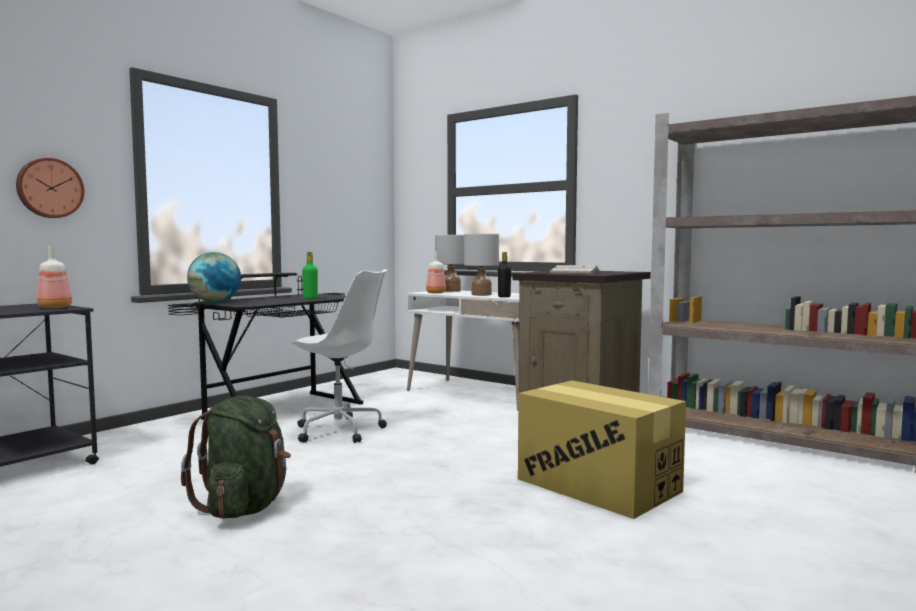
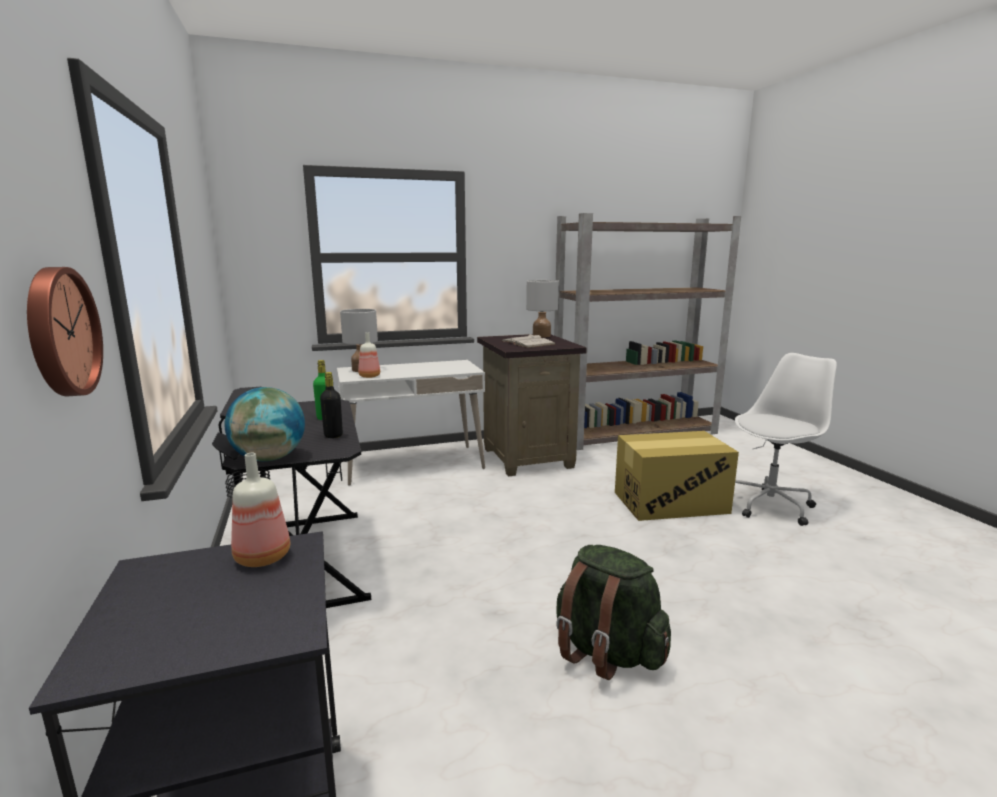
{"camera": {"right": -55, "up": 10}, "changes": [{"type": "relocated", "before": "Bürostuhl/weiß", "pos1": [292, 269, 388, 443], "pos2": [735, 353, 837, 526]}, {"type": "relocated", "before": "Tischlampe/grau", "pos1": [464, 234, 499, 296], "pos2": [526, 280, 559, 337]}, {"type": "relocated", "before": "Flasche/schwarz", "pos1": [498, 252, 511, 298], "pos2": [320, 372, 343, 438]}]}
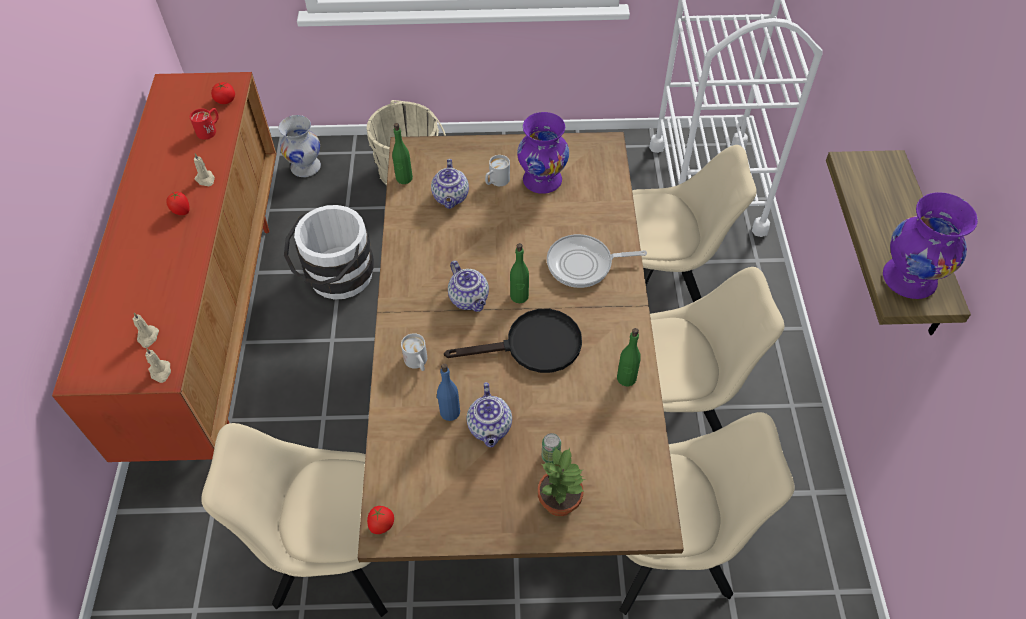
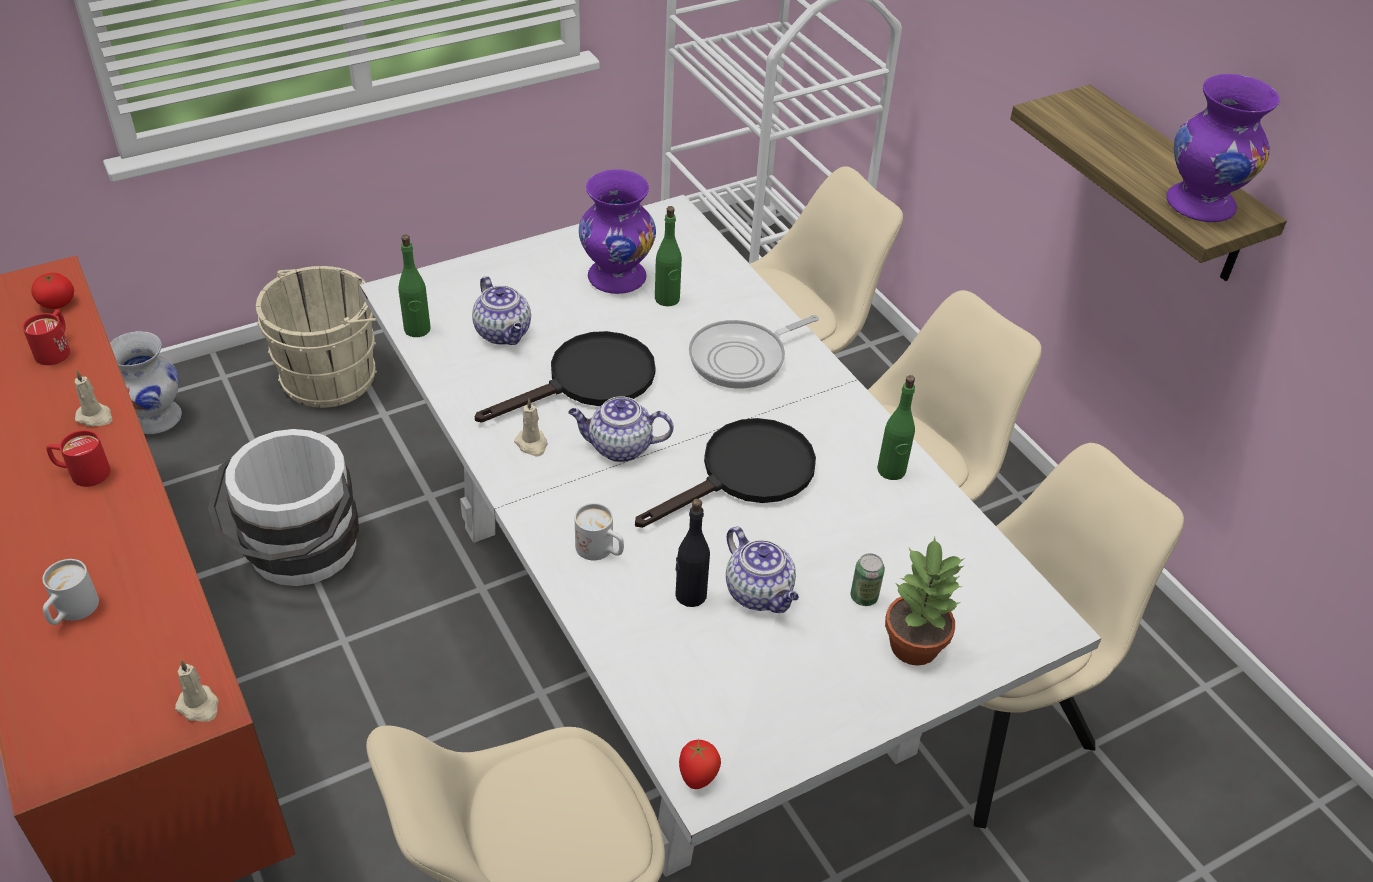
{"camera": {"right": -30, "up": -10}, "changes": [{"type": "relocated", "before": "Kerze/beige", "pos1": [133, 313, 159, 348], "pos2": [514, 399, 548, 457]}, {"type": "exchanged", "before": "Tomate", "after": "Henkelbecher/rot", "pos1": [167, 192, 189, 215], "pos2": [46, 430, 111, 487]}, {"type": "colour", "before": "Esstisch/braun", "after": "Esstisch/weiß", "pos1": [358, 132, 684, 562], "pos2": [360, 195, 1101, 877]}, {"type": "colour", "before": "Flasche/blau", "after": "Flasche/schwarz", "pos1": [437, 364, 460, 421], "pos2": [675, 499, 710, 607]}, {"type": "spun", "before": "Teekanne", "pos1": [448, 261, 489, 312], "pos2": [568, 396, 674, 462], "turn": 150}, {"type": "relocated", "before": "Henkelbecher/weiß", "pos1": [485, 155, 510, 186], "pos2": [43, 559, 99, 625]}, {"type": "relocated", "before": "Flasche/grün", "pos1": [510, 243, 529, 303], "pos2": [655, 206, 682, 306]}, {"type": "appeared", "after": "Pfanne/schwarz", "pos2": [475, 331, 655, 422]}]}
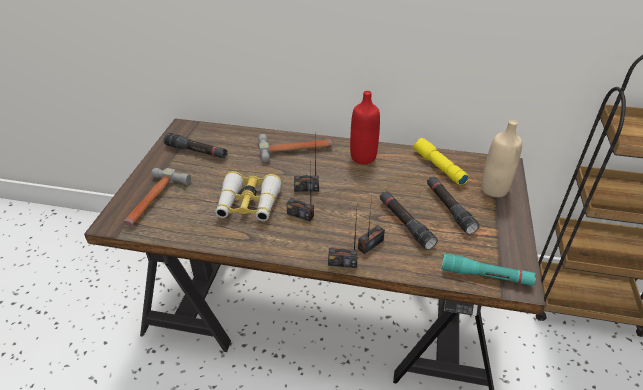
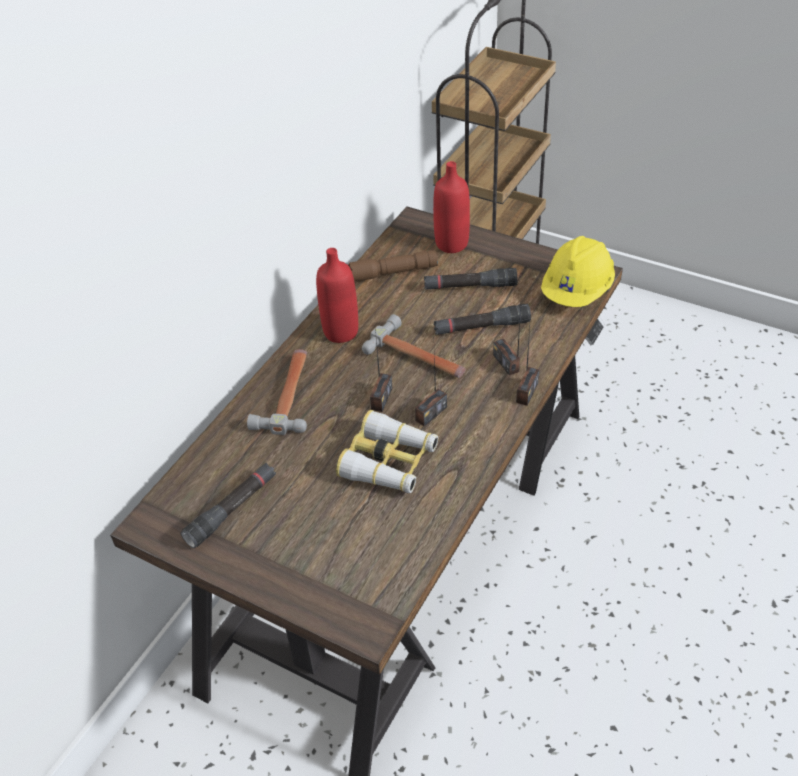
{"camera": {"right": -70, "up": 5}, "changes": [{"type": "relocated", "before": "Hammer", "pos1": [123, 168, 191, 226], "pos2": [362, 314, 466, 378]}, {"type": "colour", "before": "Taschenlampe/gelb", "after": "Taschenlampe/braun", "pos1": [413, 138, 468, 185], "pos2": [348, 250, 438, 281]}, {"type": "exchanged", "before": "Taschenlampe/türkis", "after": "Schutzhelm/gelb", "pos1": [441, 253, 536, 286], "pos2": [541, 236, 615, 307]}, {"type": "colour", "before": "Flasche/beige", "after": "Flasche/rot", "pos1": [481, 120, 522, 197], "pos2": [433, 161, 470, 253]}]}
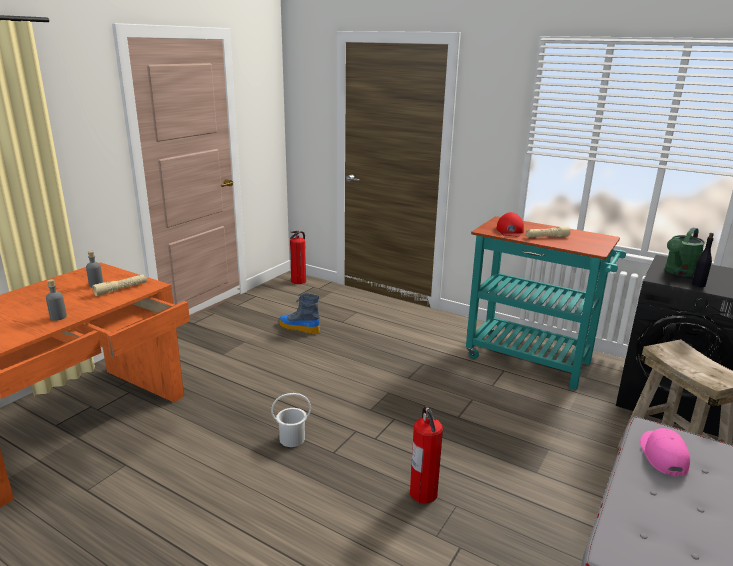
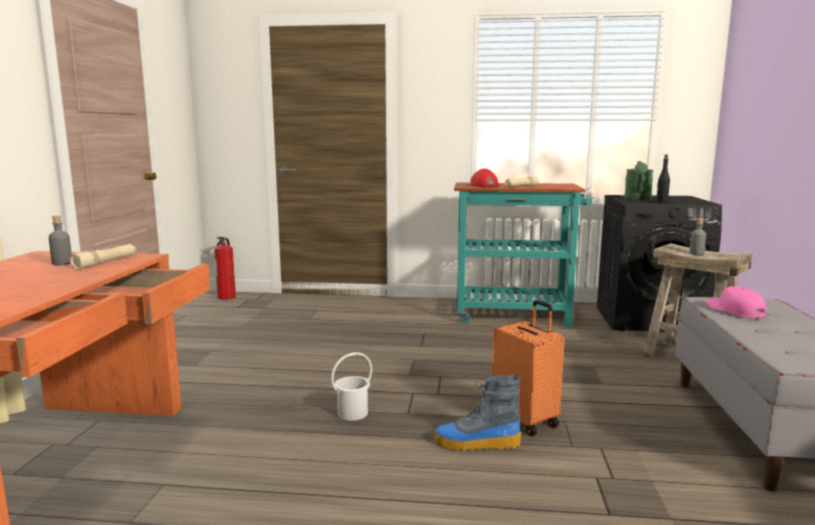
{"camera": {"right": -25, "up": -10}, "changes": [{"type": "relocated", "before": "Flasche/grau", "pos1": [46, 279, 67, 321], "pos2": [689, 218, 706, 255]}, {"type": "relocated", "before": "Stiefel", "pos1": [279, 293, 320, 334], "pos2": [434, 375, 521, 451]}, {"type": "exchanged", "before": "Feuerlöscher", "after": "Koffer/orange", "pos1": [410, 405, 443, 504], "pos2": [492, 300, 565, 436]}]}
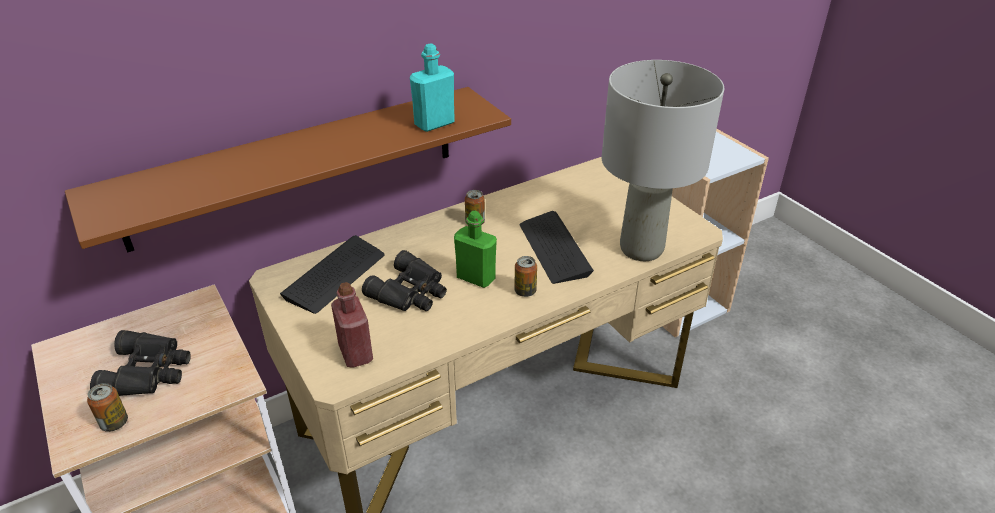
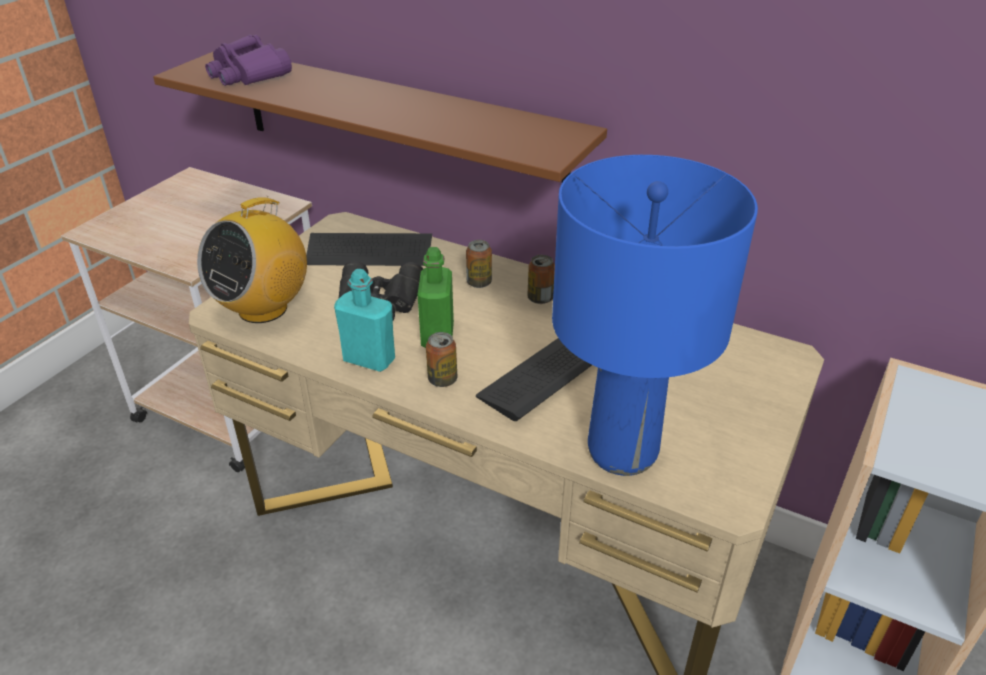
{"camera": {"right": 60, "up": 0}, "changes": [{"type": "relocated", "before": "Dose", "pos1": [87, 383, 128, 432], "pos2": [466, 240, 492, 288]}, {"type": "missing", "before": "Fernglas/schwarz", "pos1": [90, 330, 191, 396]}, {"type": "exchanged", "before": "Flasche/rot", "after": "Radio", "pos1": [331, 282, 373, 368], "pos2": [197, 196, 307, 323]}, {"type": "relocated", "before": "Flasche/türkis", "pos1": [410, 44, 455, 132], "pos2": [334, 269, 395, 372]}, {"type": "colour", "before": "Tischlampe/grau", "after": "Tischlampe/blau", "pos1": [601, 60, 724, 261], "pos2": [552, 155, 758, 476]}, {"type": "appeared", "after": "Fernglas/lila", "pos2": [205, 34, 292, 86]}]}
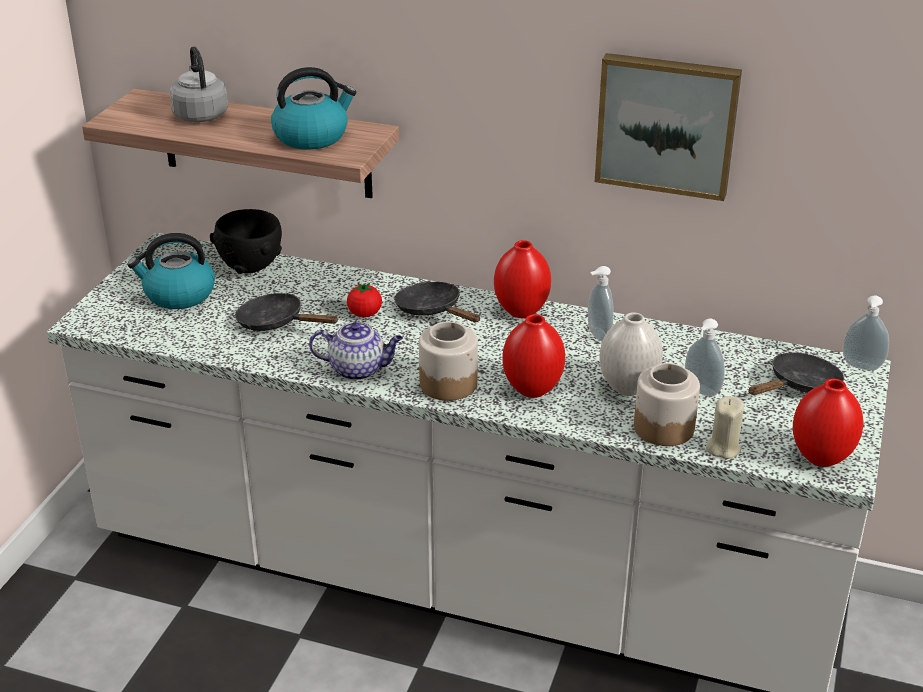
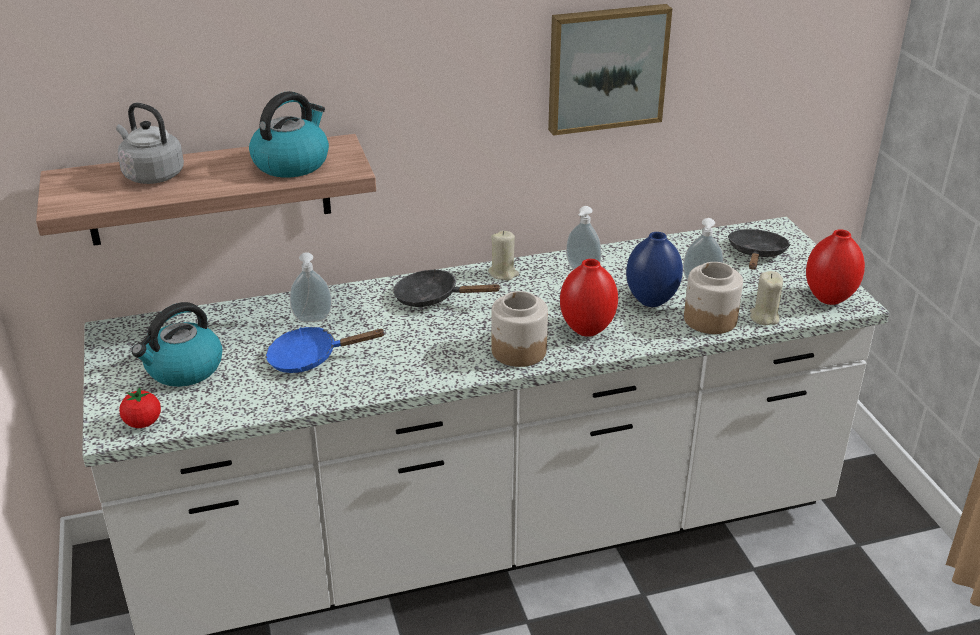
{"camera": {"right": -35, "up": 0}, "changes": [{"type": "missing", "before": "Schüssel/schwarz", "pos1": [210, 209, 282, 274]}, {"type": "colour", "before": "Pfanne/schwarz", "after": "Pfanne/blau", "pos1": [235, 293, 338, 331], "pos2": [266, 327, 386, 373]}, {"type": "missing", "before": "Teekanne", "pos1": [309, 322, 403, 380]}, {"type": "relocated", "before": "Tomate", "pos1": [347, 283, 382, 318], "pos2": [120, 387, 161, 428]}, {"type": "exchanged", "before": "Vase/rot", "after": "Kerze/beige", "pos1": [494, 240, 551, 318], "pos2": [488, 231, 519, 280]}, {"type": "colour", "before": "Vase/weiß", "after": "Vase/blau", "pos1": [599, 312, 663, 396], "pos2": [626, 232, 683, 307]}, {"type": "relocated", "before": "Seifenspender", "pos1": [842, 295, 889, 371], "pos2": [290, 252, 332, 322]}]}
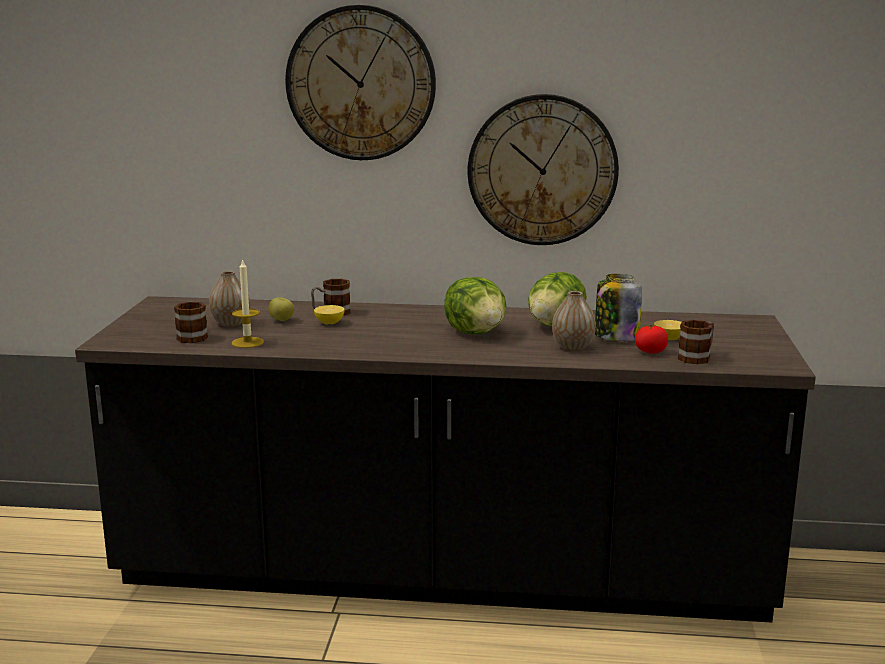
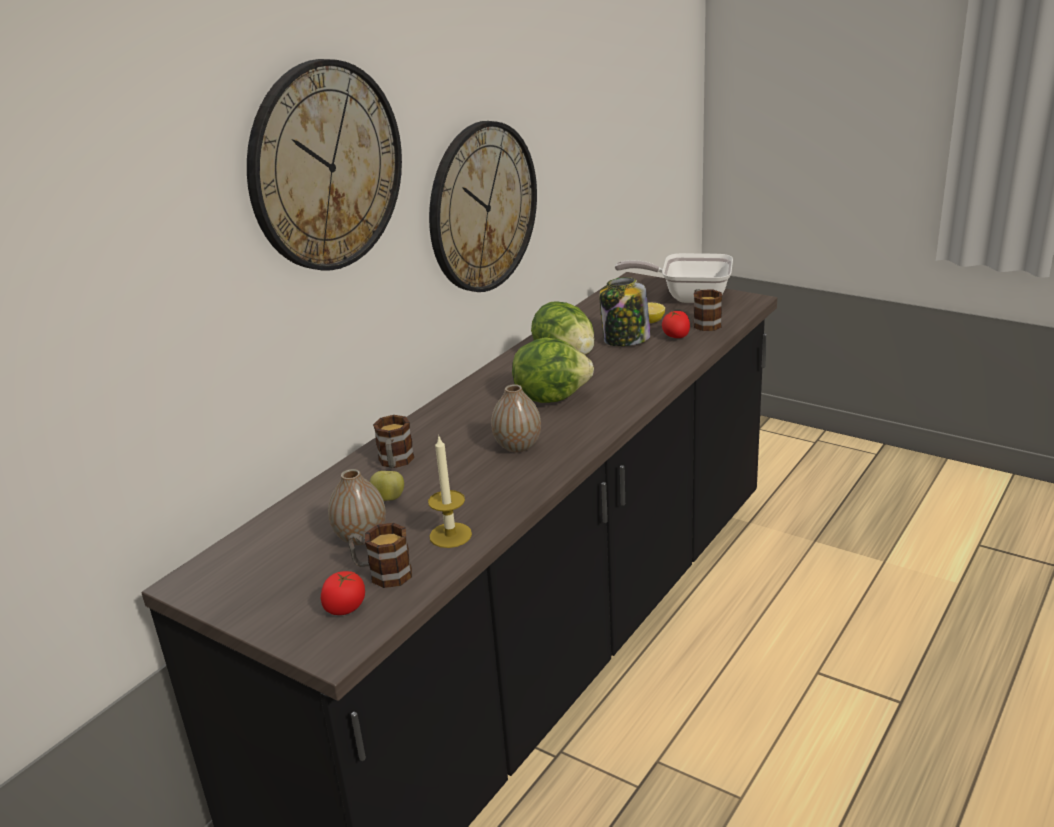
{"camera": {"right": -60, "up": 10}, "changes": [{"type": "missing", "before": "Zitrone", "pos1": [314, 305, 345, 324]}, {"type": "relocated", "before": "Vase", "pos1": [552, 291, 596, 351], "pos2": [491, 384, 541, 453]}, {"type": "appeared", "after": "Tomate", "pos2": [321, 571, 365, 615]}, {"type": "appeared", "after": "Pfanne", "pos2": [615, 253, 733, 303]}]}
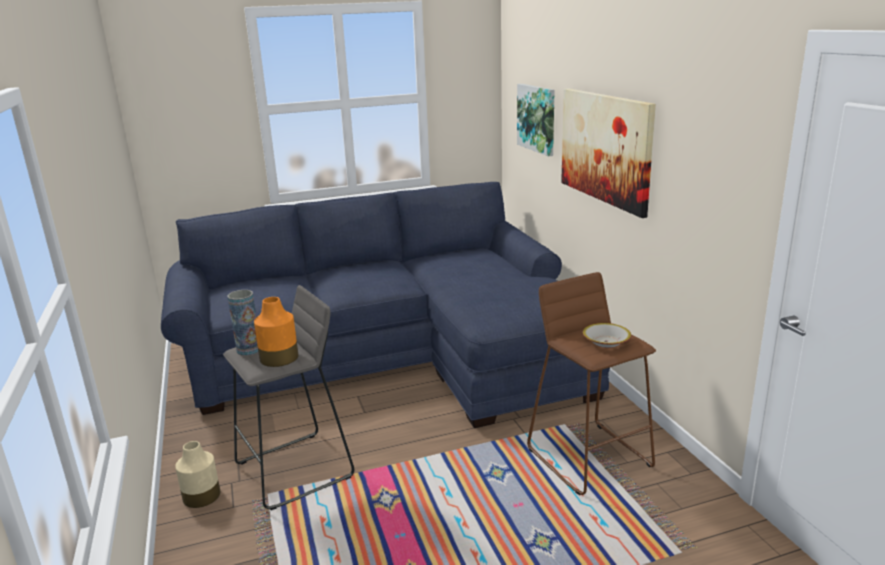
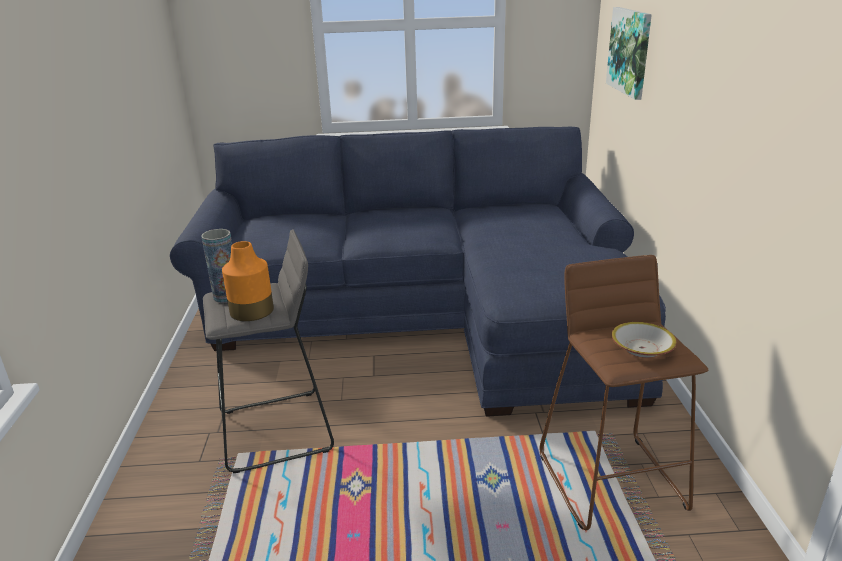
{"camera": {"right": 15, "up": 5}, "changes": [{"type": "missing", "before": "Vase/beige", "pos1": [175, 441, 220, 508]}, {"type": "missing", "before": "Bild", "pos1": [561, 88, 656, 218]}]}
